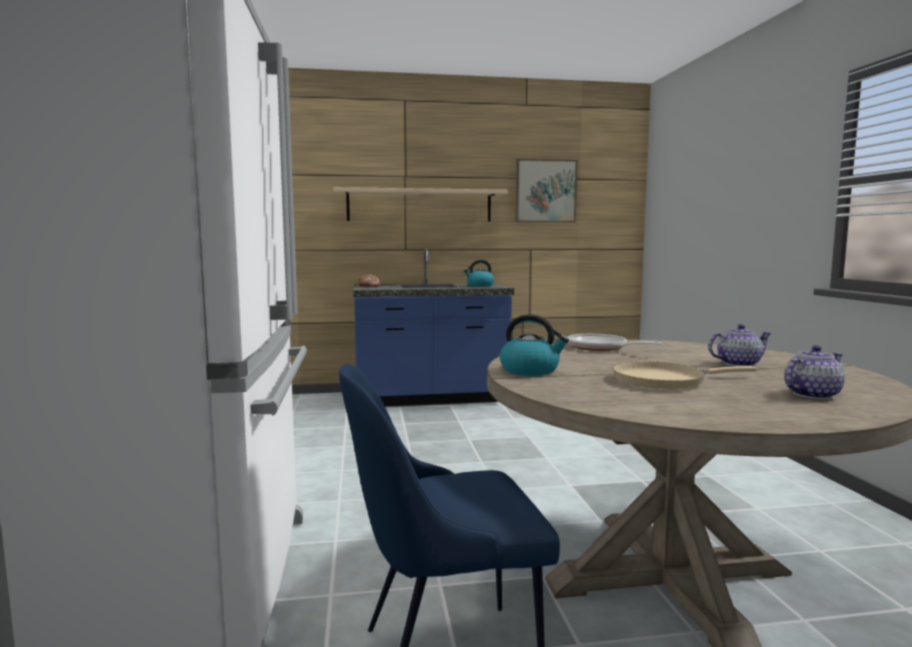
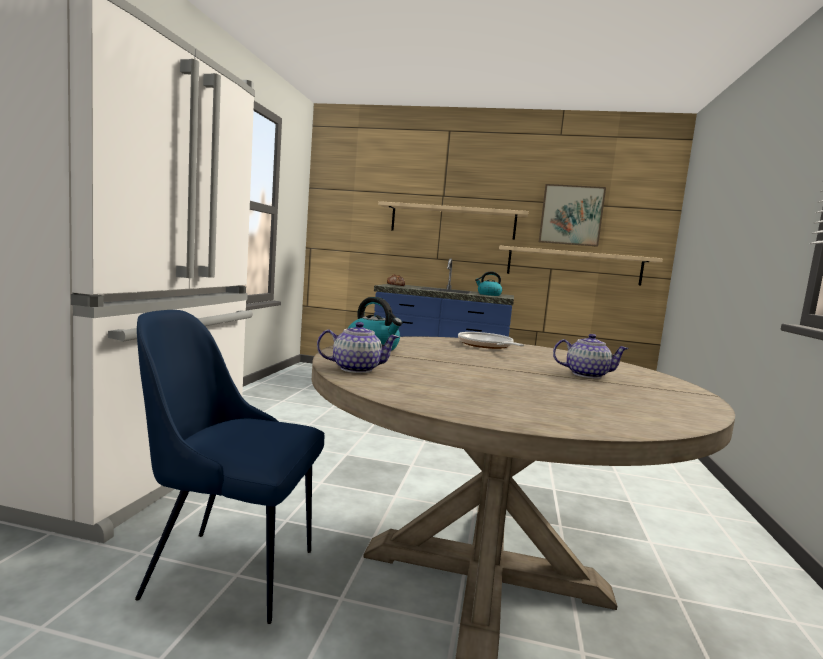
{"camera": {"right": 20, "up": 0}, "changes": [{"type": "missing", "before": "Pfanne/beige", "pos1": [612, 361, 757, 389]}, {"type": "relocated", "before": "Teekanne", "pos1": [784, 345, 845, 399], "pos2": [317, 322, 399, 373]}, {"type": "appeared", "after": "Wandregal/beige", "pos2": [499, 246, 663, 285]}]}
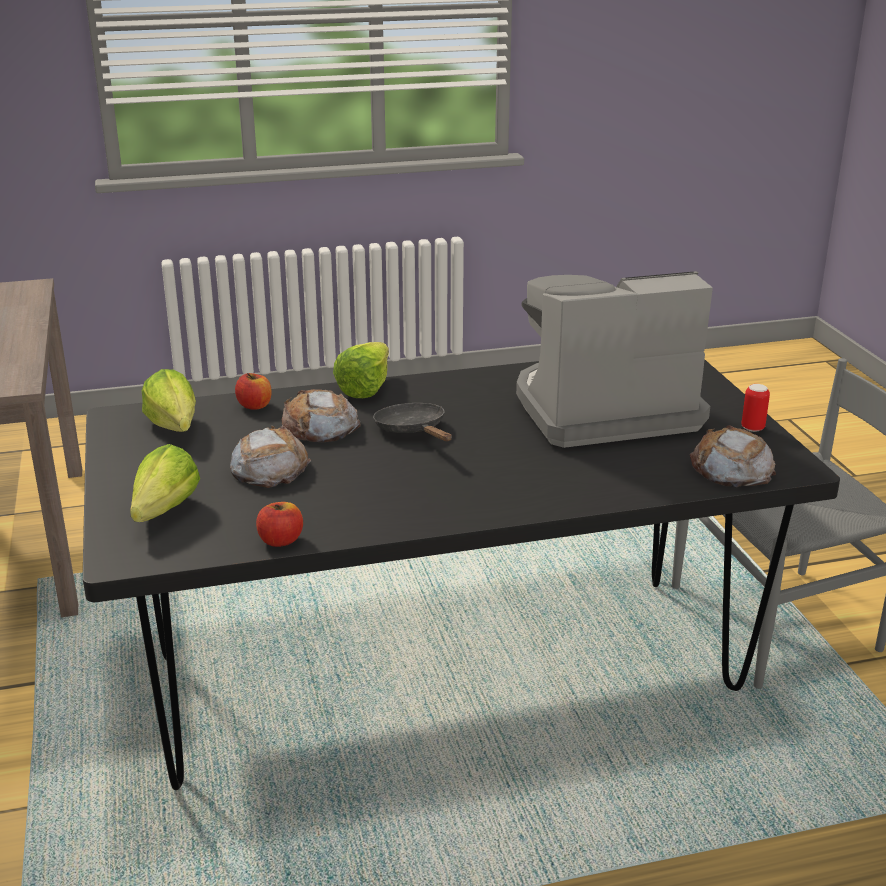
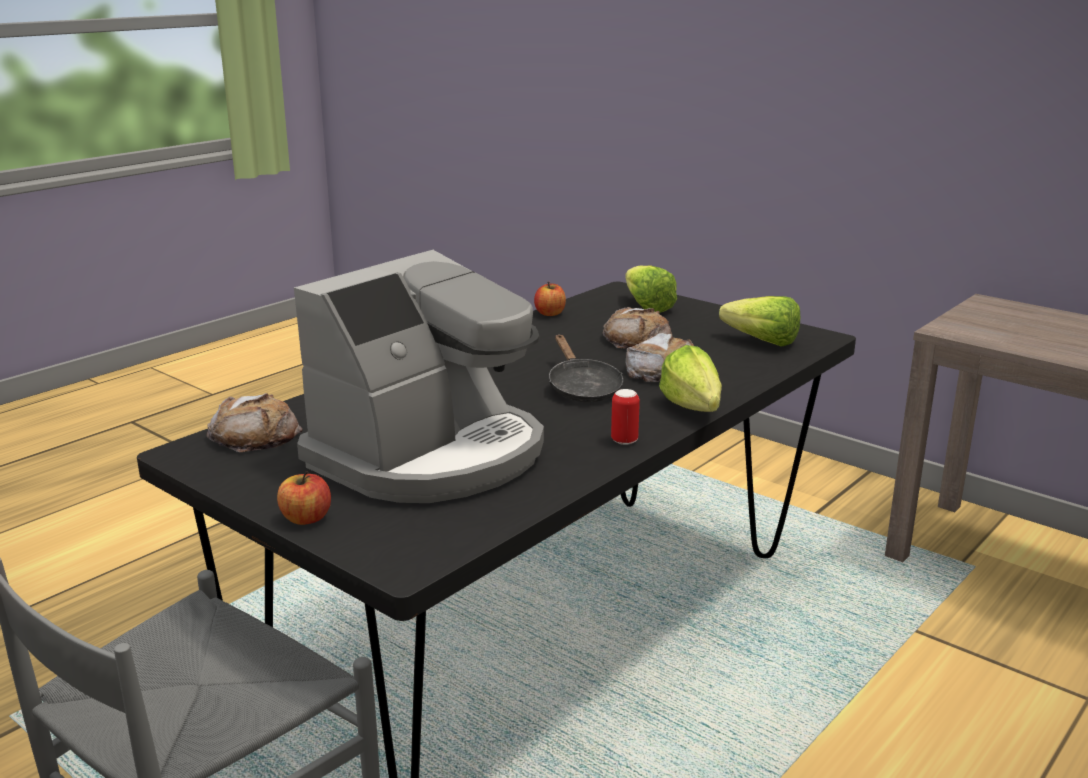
{"camera": {"right": 145, "up": -5}, "changes": [{"type": "relocated", "before": "Apfel", "pos1": [235, 373, 272, 410], "pos2": [277, 471, 331, 525]}, {"type": "spun", "before": "Pfanne/schwarz", "pos1": [373, 403, 452, 441], "pos2": [549, 335, 623, 402], "turn": 45}, {"type": "relocated", "before": "Dose", "pos1": [741, 384, 770, 432], "pos2": [611, 389, 640, 445]}]}
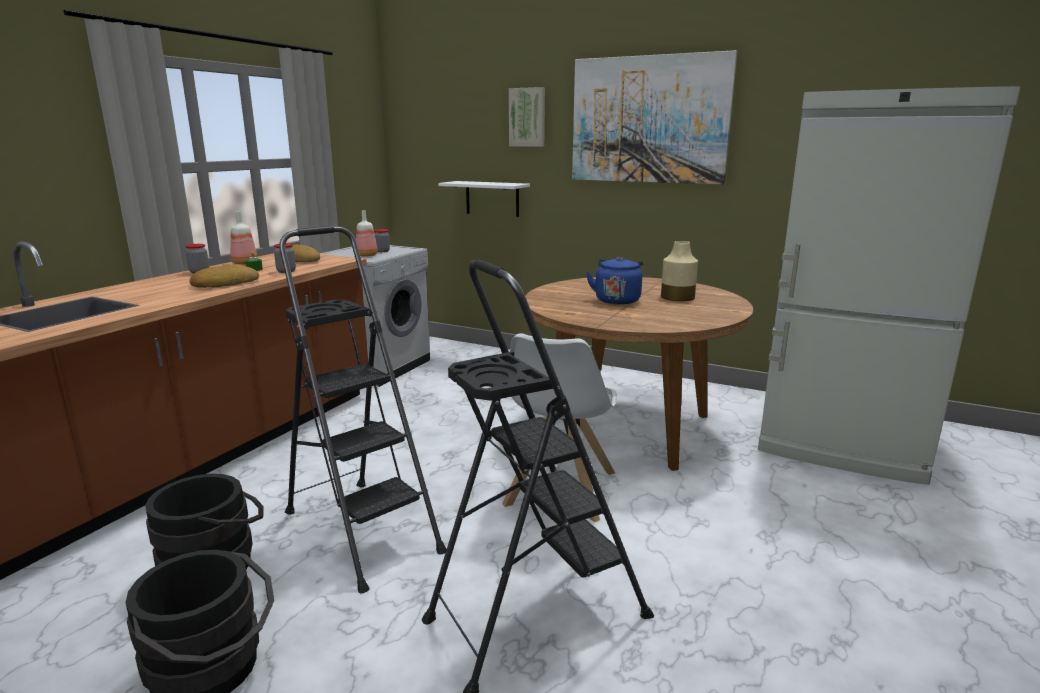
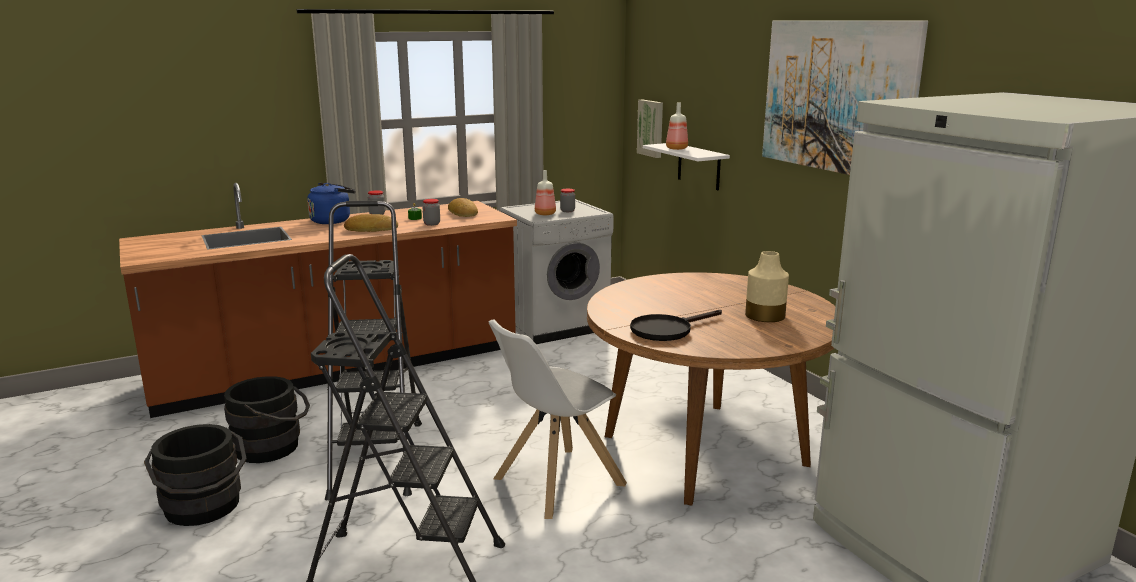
{"camera": {"right": 35, "up": 0}, "changes": [{"type": "relocated", "before": "Flasche", "pos1": [230, 211, 258, 264], "pos2": [666, 103, 688, 150]}, {"type": "relocated", "before": "Bild", "pos1": [509, 87, 545, 147], "pos2": [637, 100, 663, 158]}, {"type": "relocated", "before": "Wasserkessel/blau", "pos1": [586, 257, 643, 305], "pos2": [307, 183, 356, 224]}, {"type": "appeared", "after": "Pfanne/schwarz", "pos2": [630, 310, 722, 341]}]}
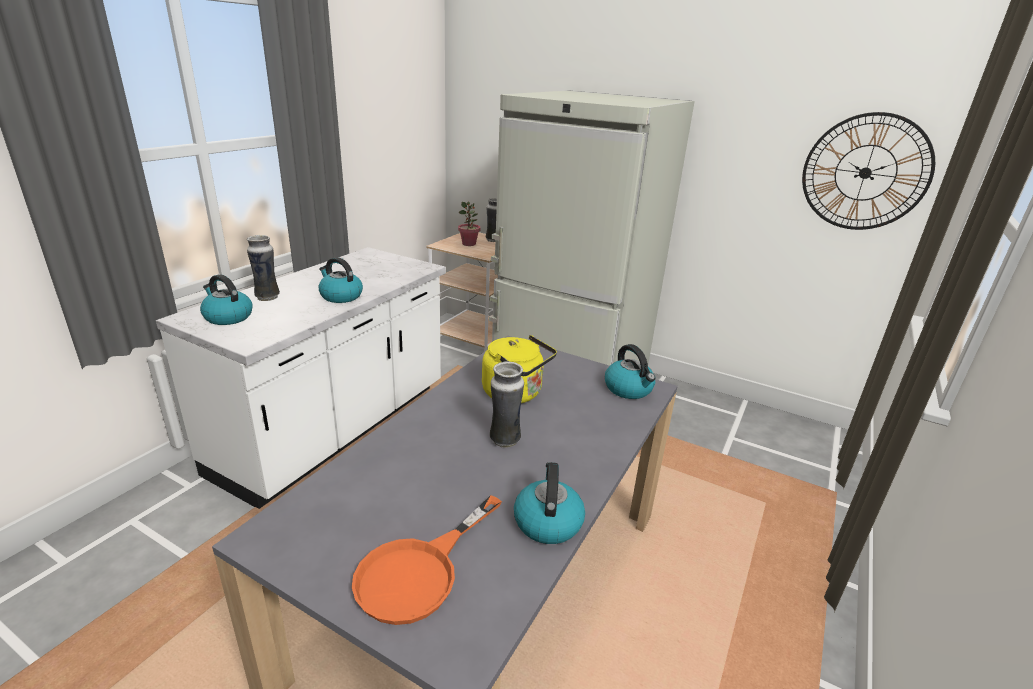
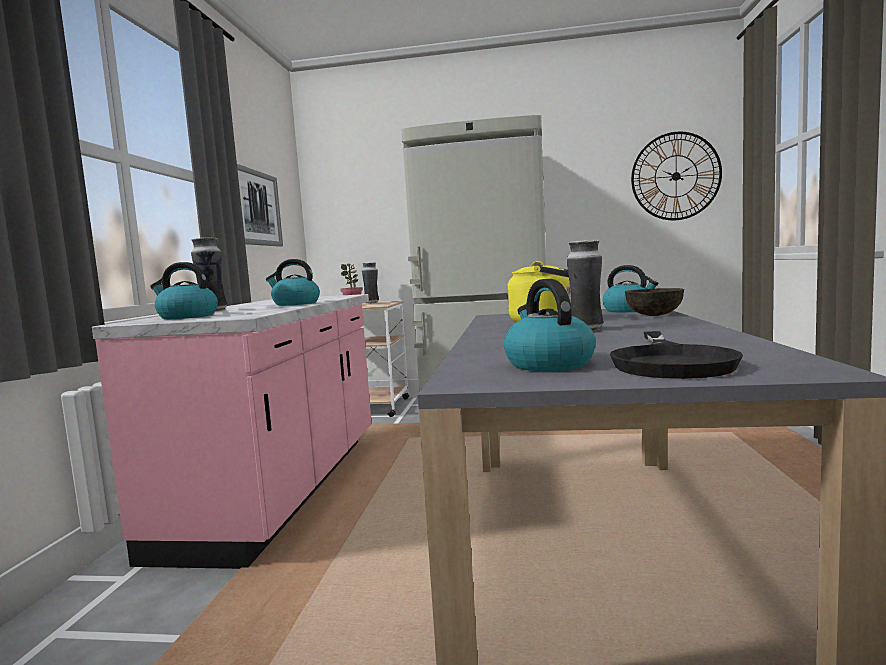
{"camera": {"right": -20, "up": -20}, "changes": [{"type": "colour", "before": "Küchenzeile/weiß", "after": "Küchenzeile/rosa", "pos1": [156, 247, 446, 509], "pos2": [92, 294, 372, 569]}, {"type": "colour", "before": "Pfanne/orange", "after": "Pfanne/schwarz", "pos1": [352, 495, 502, 625], "pos2": [610, 331, 743, 379]}, {"type": "relocated", "before": "Wasserkessel", "pos1": [514, 462, 585, 544], "pos2": [504, 279, 596, 371]}, {"type": "appeared", "after": "Bild", "pos2": [237, 164, 283, 247]}, {"type": "appeared", "after": "Schüssel/braun", "pos2": [625, 288, 684, 316]}]}
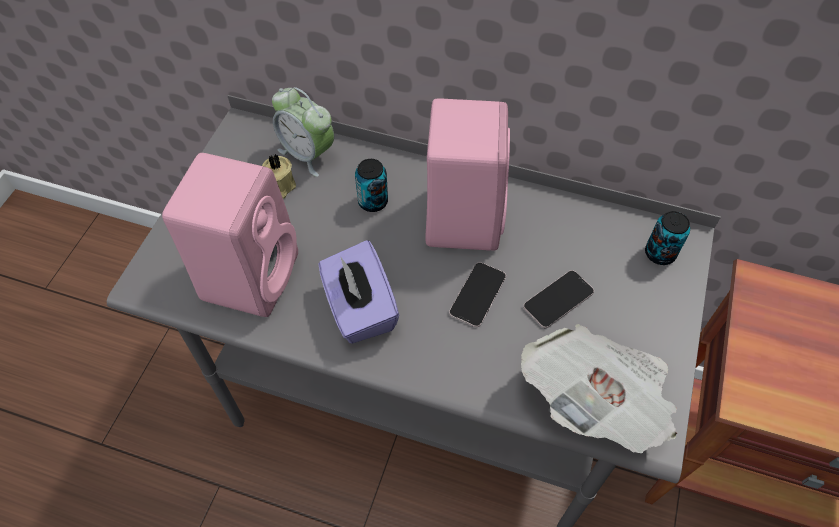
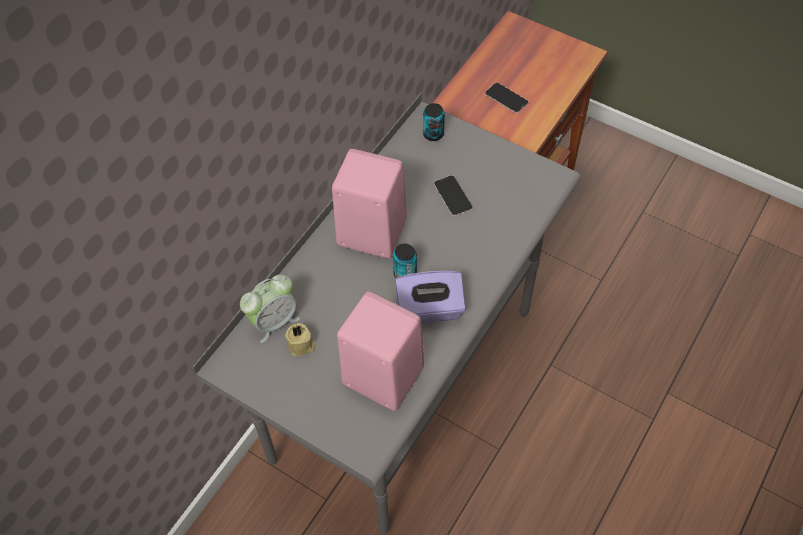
{"camera": {"right": -75, "up": 0}, "changes": [{"type": "relocated", "before": "Dose", "pos1": [355, 159, 388, 212], "pos2": [393, 243, 417, 278]}, {"type": "relocated", "before": "Handy", "pos1": [449, 262, 506, 327], "pos2": [485, 83, 528, 113]}, {"type": "missing", "before": "Zeitung", "pos1": [521, 324, 677, 453]}]}
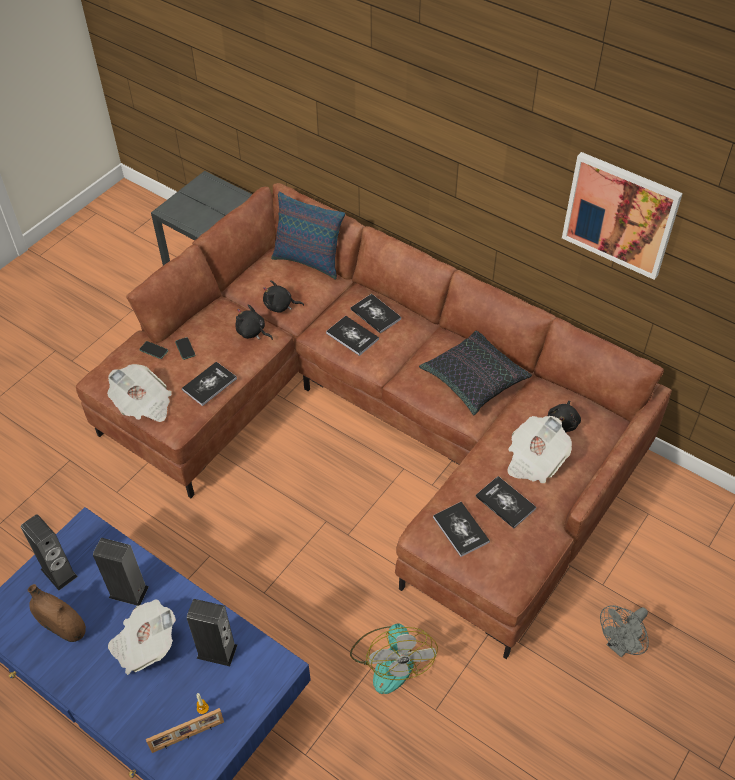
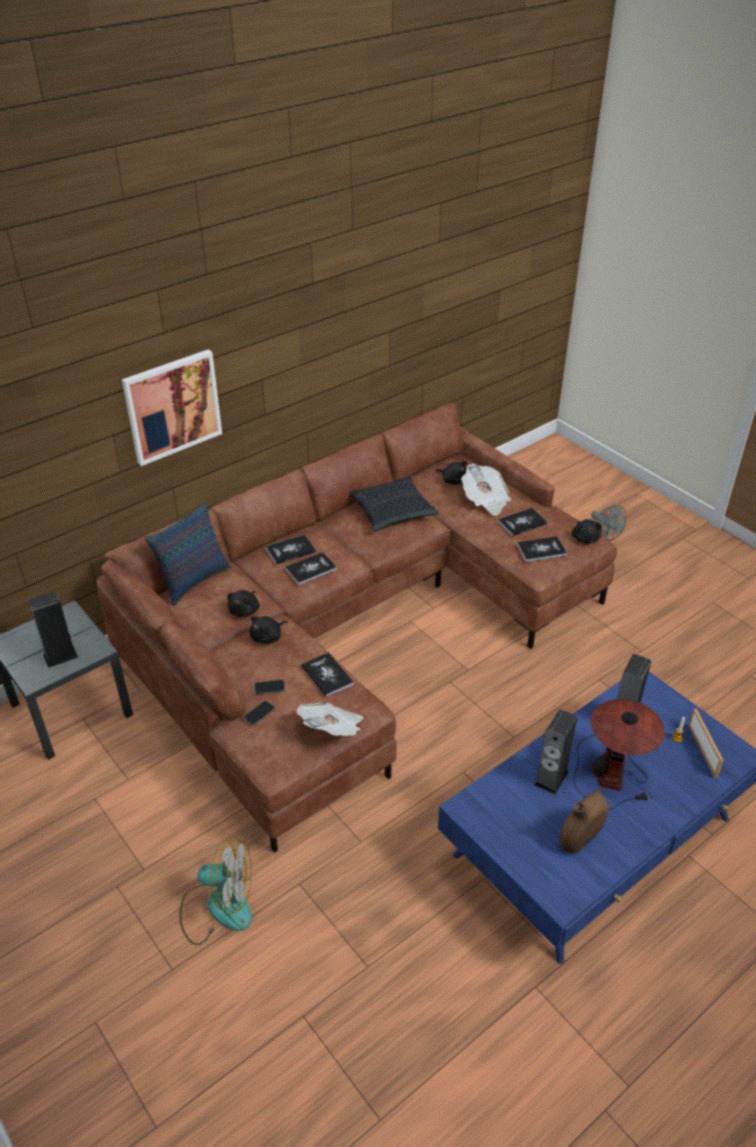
{"camera": {"right": -75, "up": -10}, "changes": [{"type": "relocated", "before": "Lautsprecher", "pos1": [21, 514, 78, 590], "pos2": [28, 591, 78, 668]}, {"type": "exchanged", "before": "Zeitung", "after": "Tischlampe", "pos1": [108, 599, 176, 675], "pos2": [574, 699, 665, 809]}, {"type": "relocated", "before": "Ventilator", "pos1": [350, 624, 438, 694], "pos2": [180, 836, 252, 945]}, {"type": "relocated", "before": "Bild", "pos1": [562, 152, 683, 280], "pos2": [122, 349, 222, 466]}, {"type": "appeared", "after": "Plüschtier/schwarz", "pos2": [572, 519, 602, 543]}]}
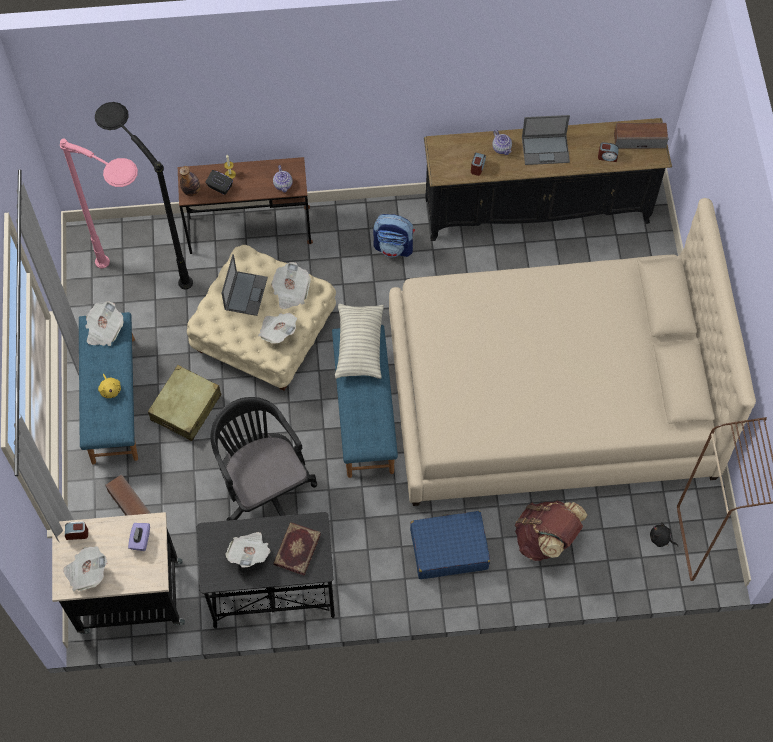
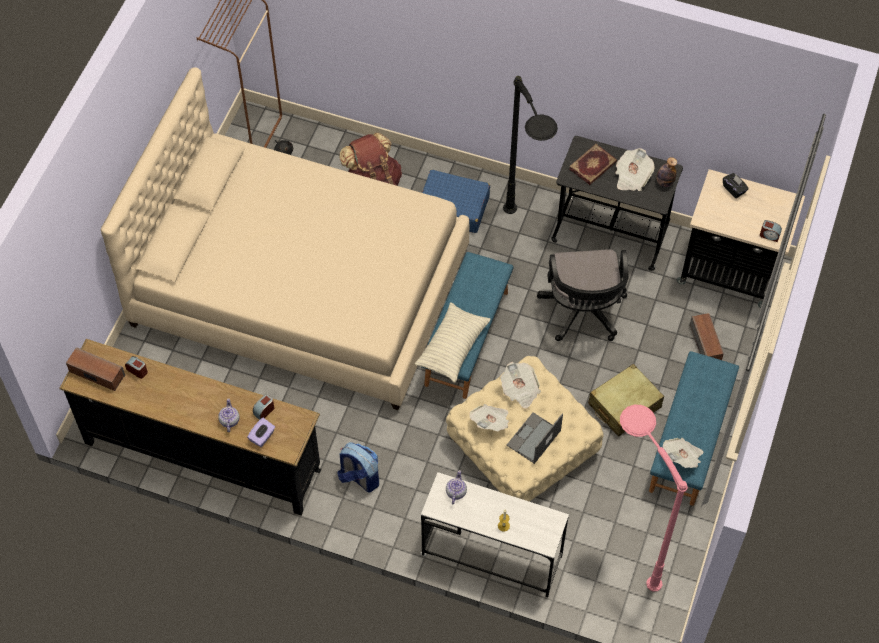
{"camera": {"right": -155, "up": -5}, "changes": [{"type": "missing", "before": "Zeitung", "pos1": [63, 546, 107, 591]}, {"type": "relocated", "before": "Stehlampe/schwarz", "pos1": [95, 102, 193, 289], "pos2": [503, 76, 558, 214]}, {"type": "missing", "before": "Plüschtier/gelb", "pos1": [98, 374, 121, 398]}, {"type": "relocated", "before": "Taschentuchbox/lila", "pos1": [128, 523, 150, 551], "pos2": [247, 418, 275, 447]}, {"type": "colour", "before": "Schreibtisch/braun", "after": "Schreibtisch/weiß", "pos1": [178, 157, 313, 254], "pos2": [420, 472, 569, 597]}, {"type": "relocated", "before": "Flasche", "pos1": [179, 166, 200, 196], "pos2": [657, 157, 677, 187]}, {"type": "relocated", "before": "Taschentuchbox/schwarz", "pos1": [205, 170, 233, 195], "pos2": [723, 173, 749, 198]}, {"type": "missing", "before": "Laptop", "pos1": [522, 115, 570, 165]}]}
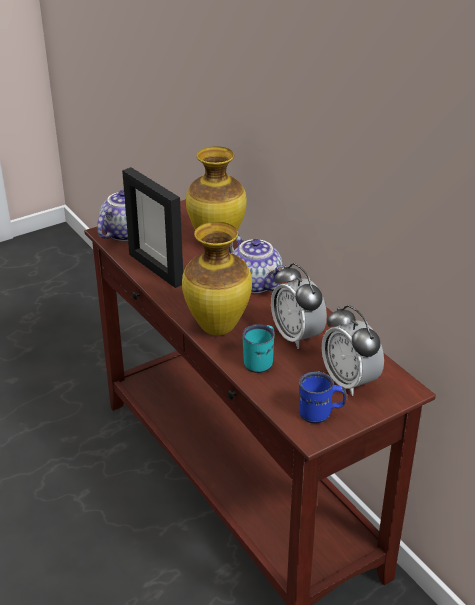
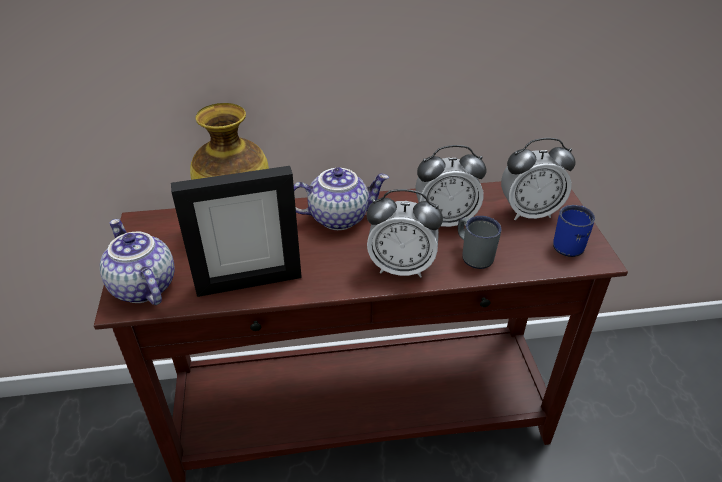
{"camera": {"right": -65, "up": 5}, "changes": [{"type": "exchanged", "before": "Vase", "after": "Wecker", "pos1": [182, 222, 252, 336], "pos2": [366, 189, 443, 277]}, {"type": "colour", "before": "Henkelbecher/türkis", "after": "Henkelbecher/grau", "pos1": [243, 324, 275, 373], "pos2": [458, 216, 502, 269]}]}
